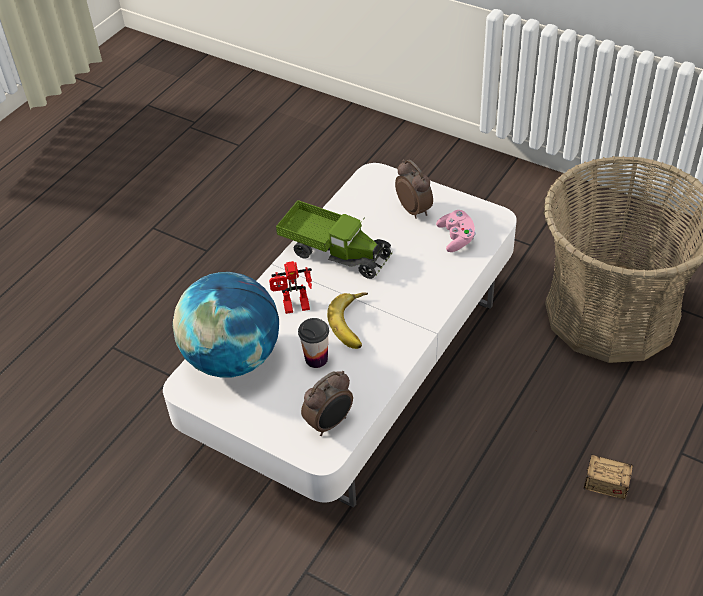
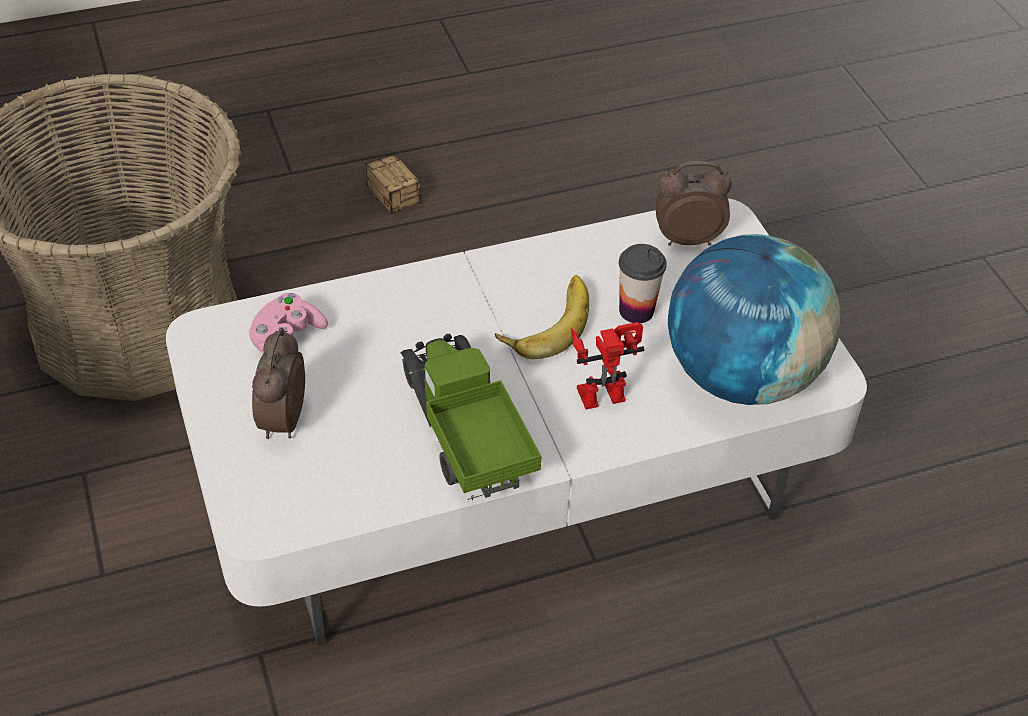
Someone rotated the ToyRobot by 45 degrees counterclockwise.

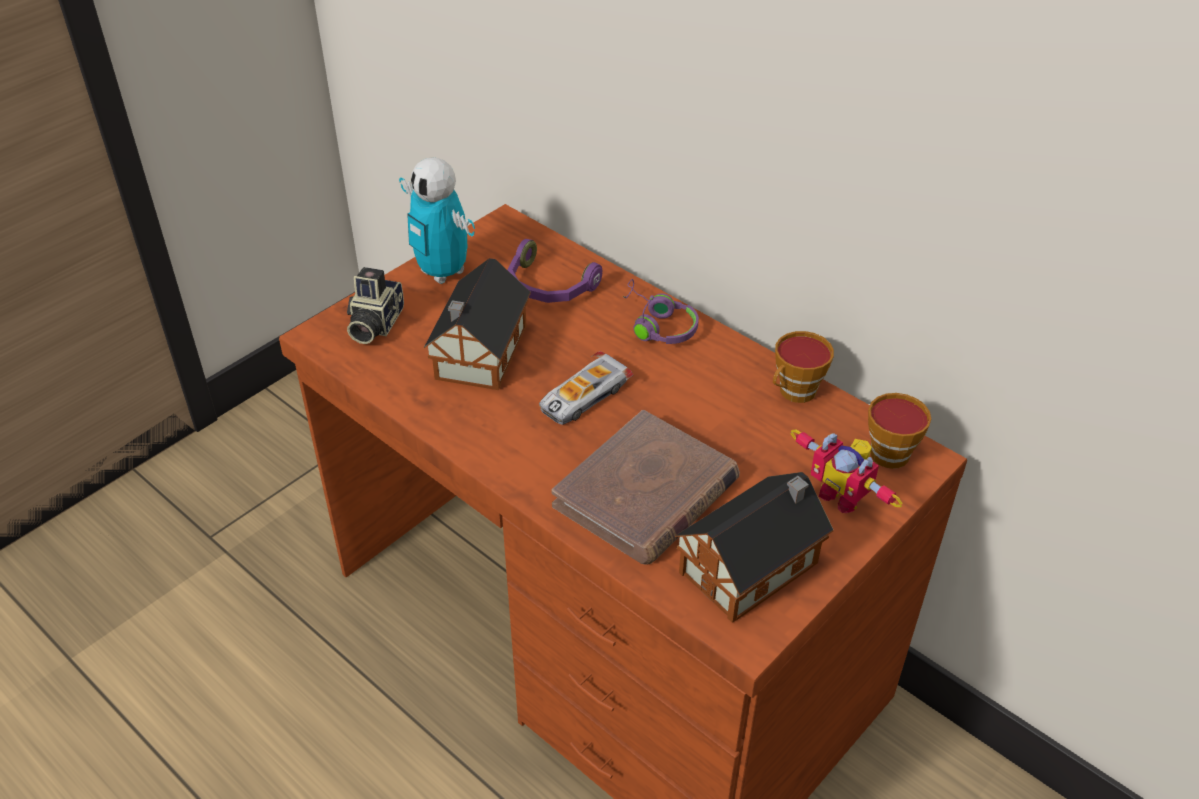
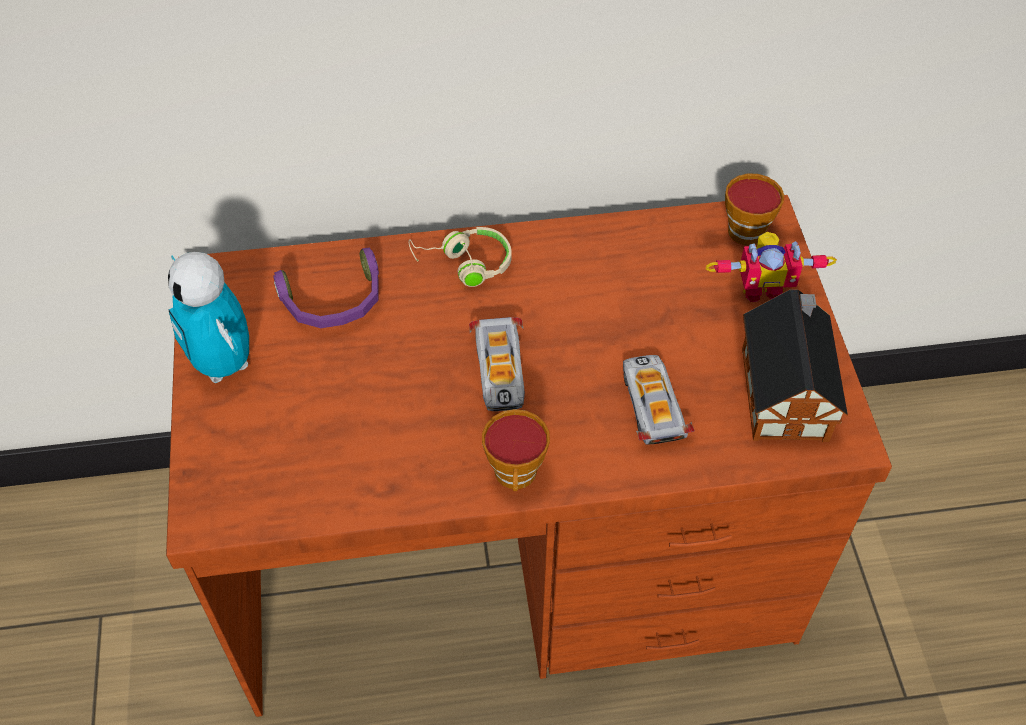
Someone took away the PhotoCamera.
Someone took away the ToyHouse (no. 1 from left).
Someone carried the Cup (no. 1 from left).
Someone swapped the BrownBook for the ToyCar (no. 2 from left).
Someone repainted the PurpleHeadphones (no. 2 from left), which became the BeigeHeadphones.
Someone rotated the ToyRobot (no. 1 from left) by 60 degrees clockwise.

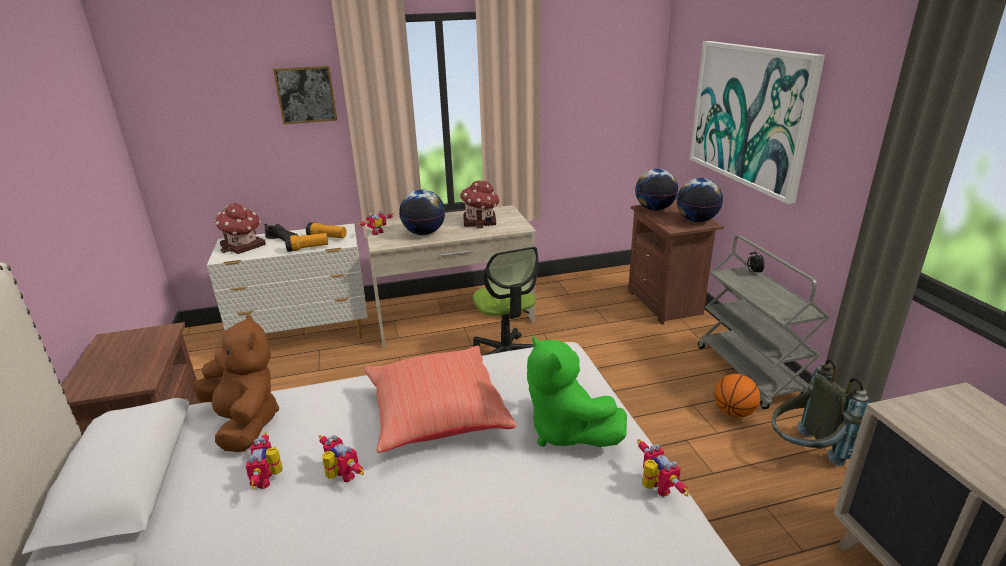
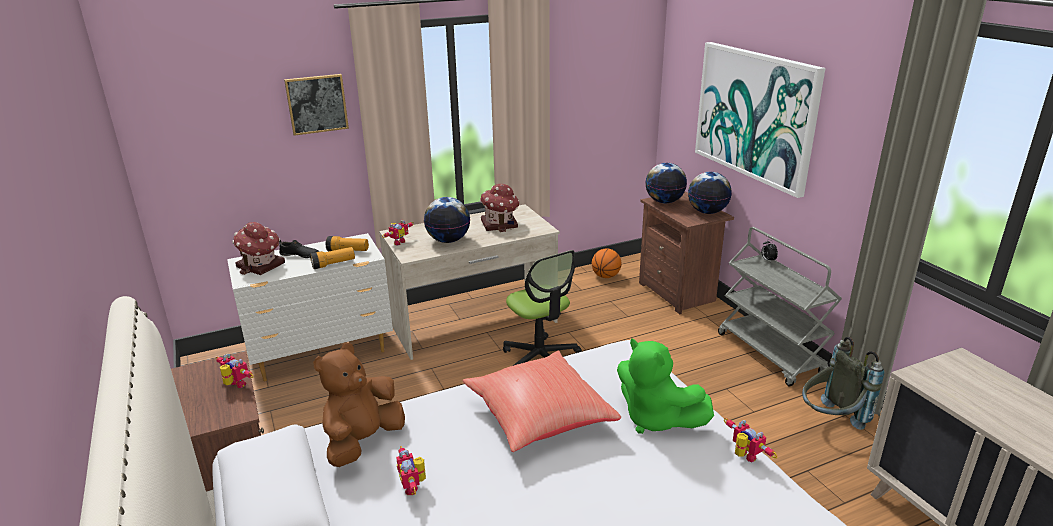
Someone carried the ToyRobot (no. 2 from left in the first image).
Someone carried the Basketball.
Someone rotated the BrownPlushToy by 105 degrees counterclockwise.

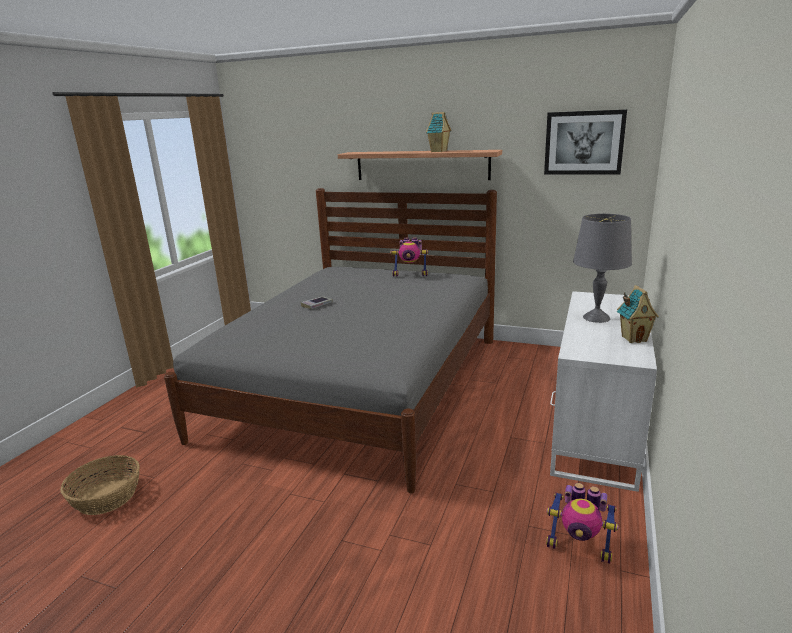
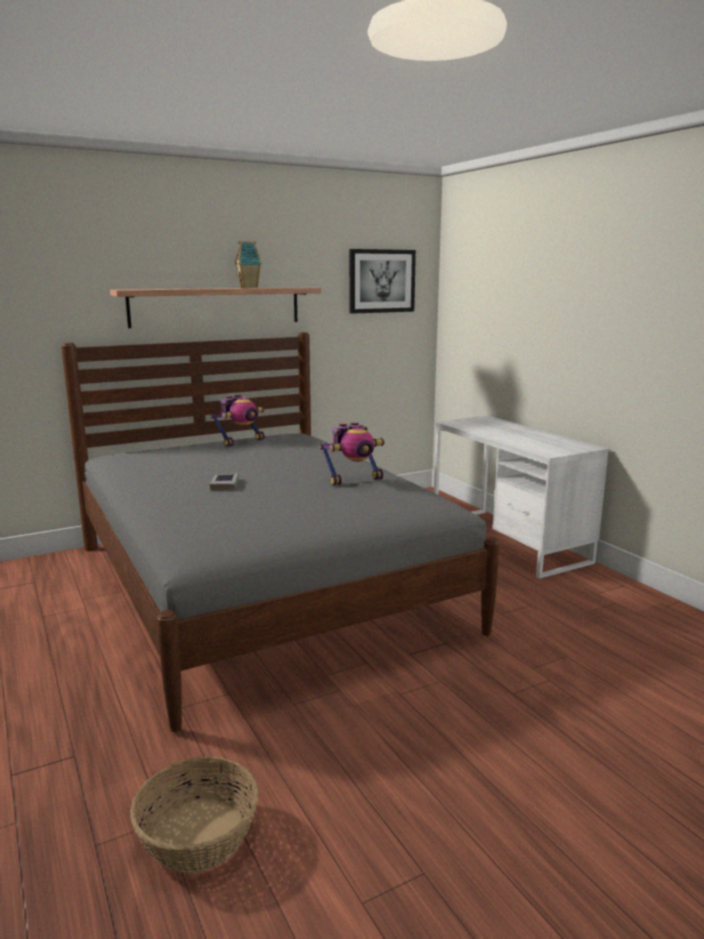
Someone took away the GreyTableLamp.
Someone took away the ToyHouse (no. 2 from left).
Someone carried the ToyRobot (no. 2 from left).

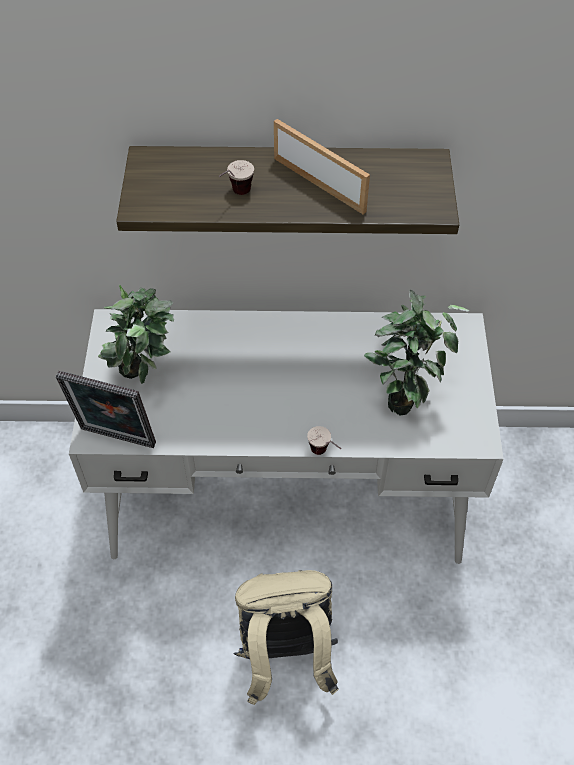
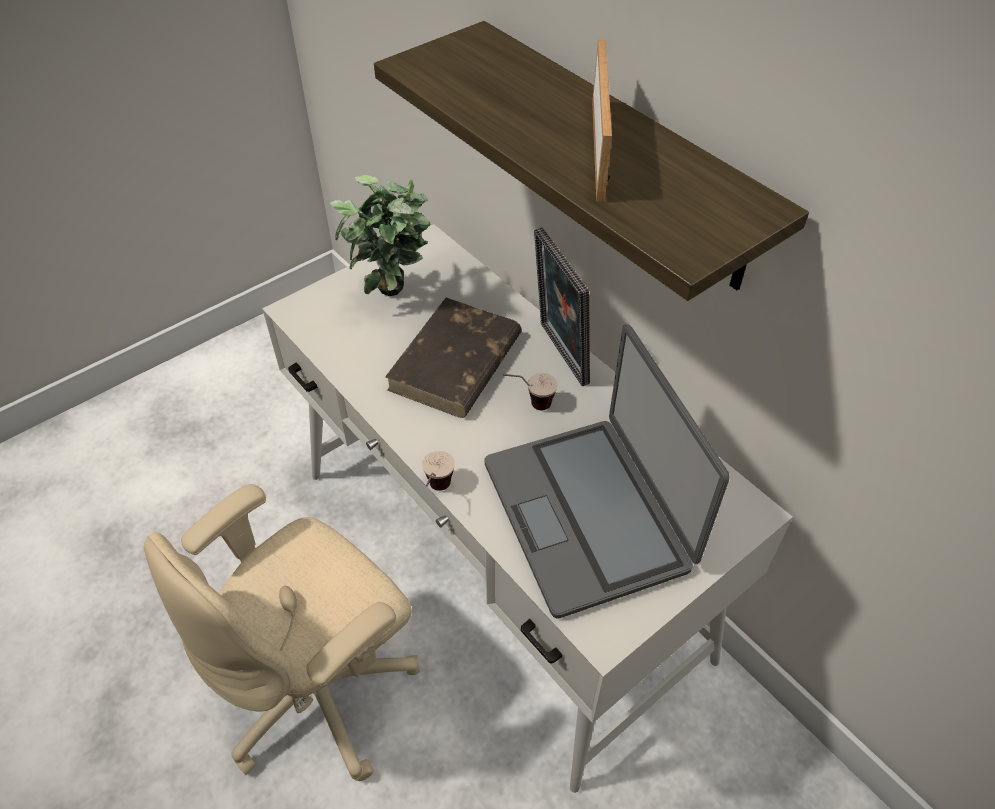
Someone put down the BrownBook.
Someone carried the PictureFrame (no. 1 from left).
Someone carried the Cup (no. 1 from left in the first image).
Someone swapped the BeigeBackpack for the BeigeOfficeChair.
Someone swapped the PottedPlant (no. 2 from left) for the Laptop.

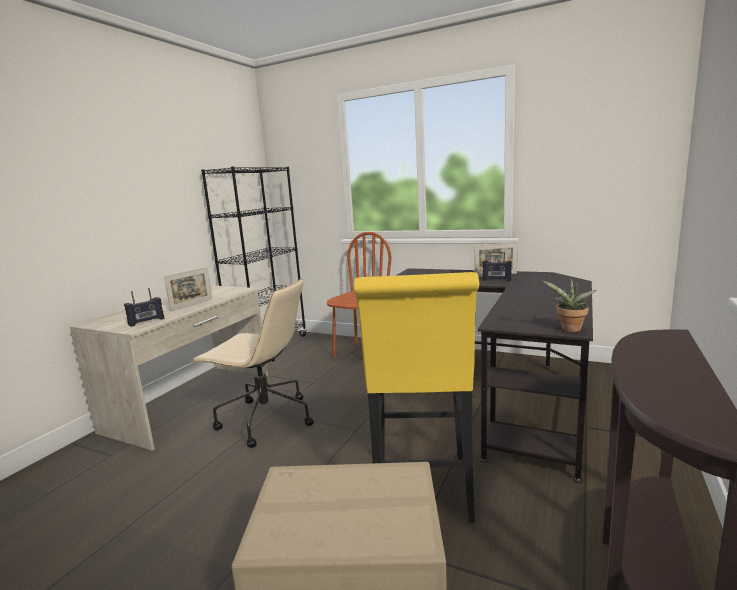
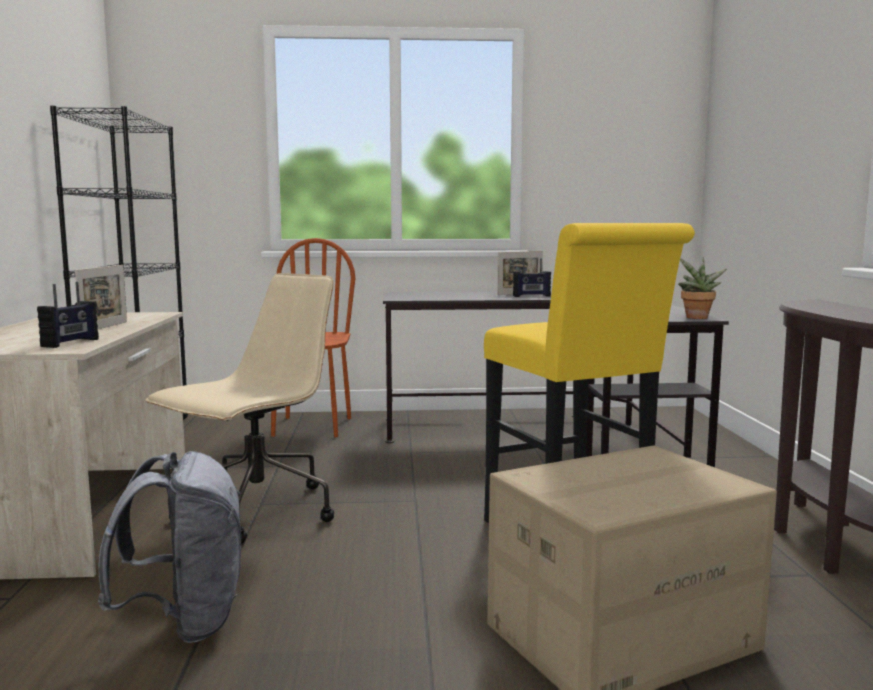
Someone put down the GreyBackpack.
Someone rotated the BeigeOfficeChair by 45 degrees counterclockwise.

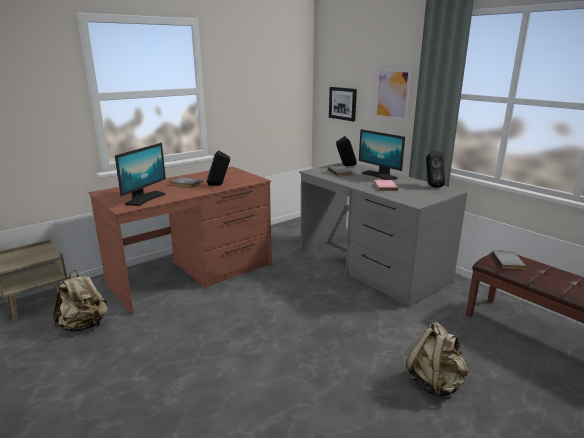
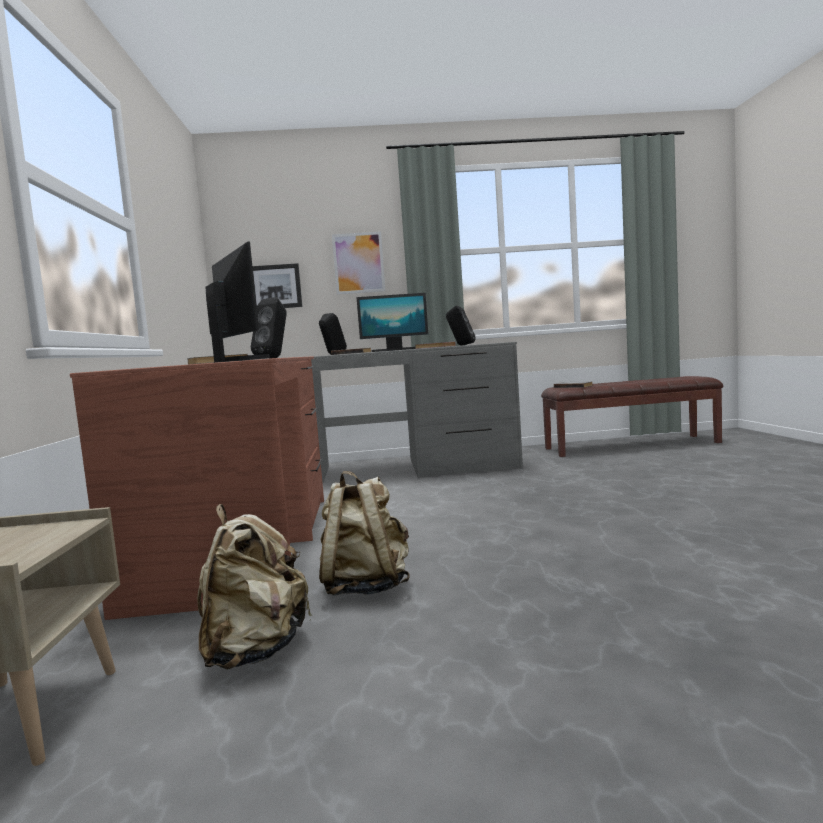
Someone carried the BeigeBackpack (no. 2 from left).

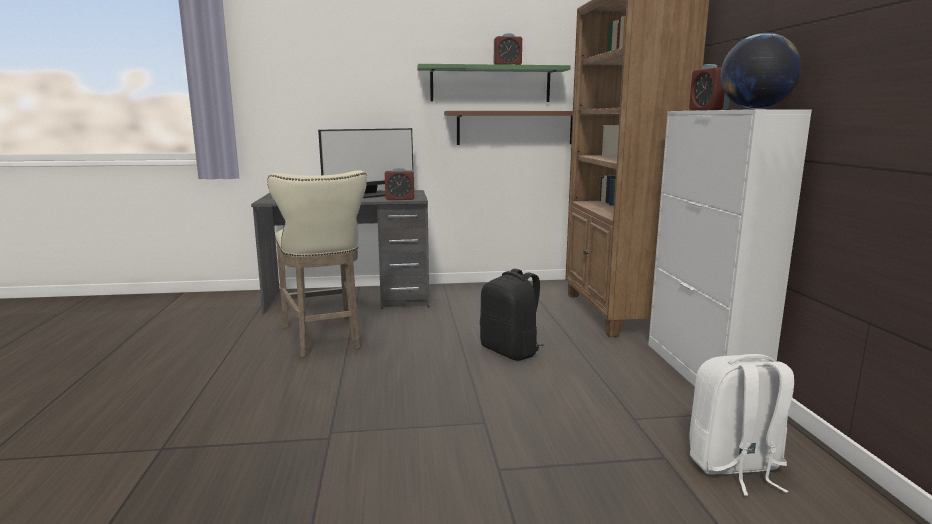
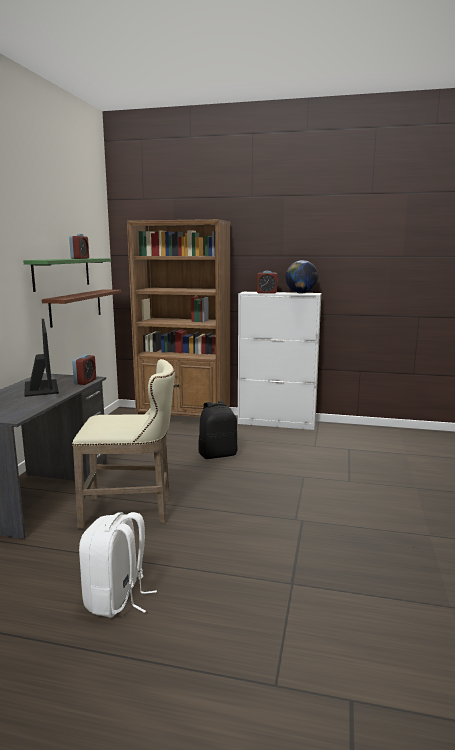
Someone carried the WhiteBackpack.

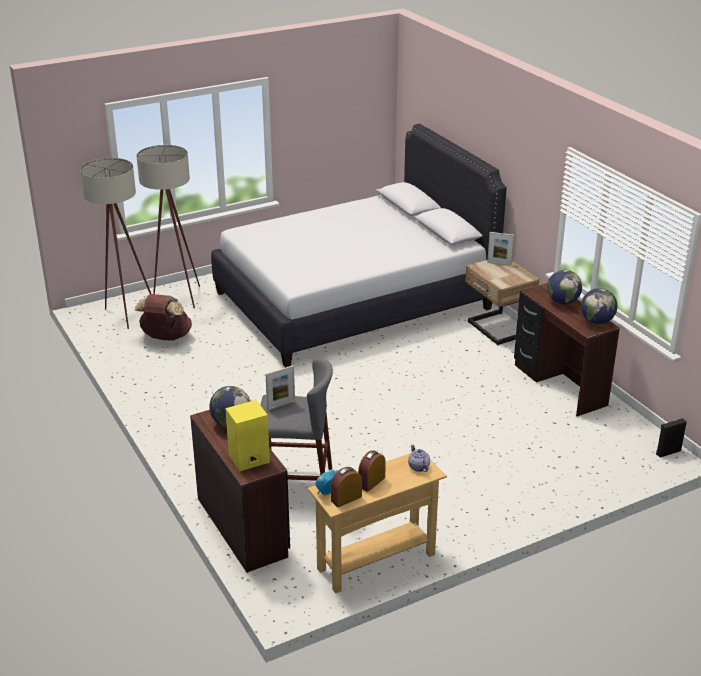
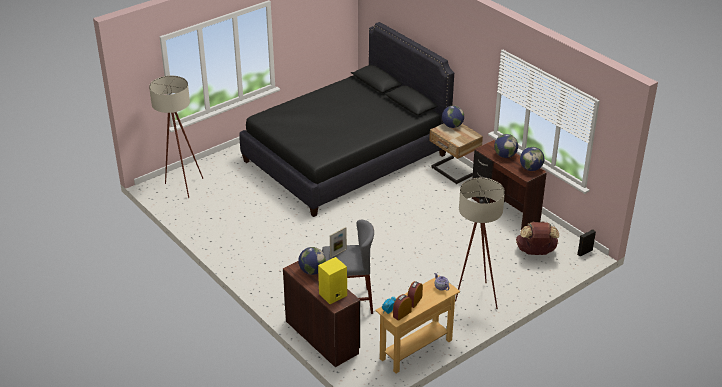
Someone carried the BrownBackpack.
Someone carried the BeigeFloorLamp (no. 2 from left).
Someone swapped the PictureFrame (no. 2 from left) for the Globe (no. 2 from left).
Someone repainted the WhiteBed, which became the BlackBed.

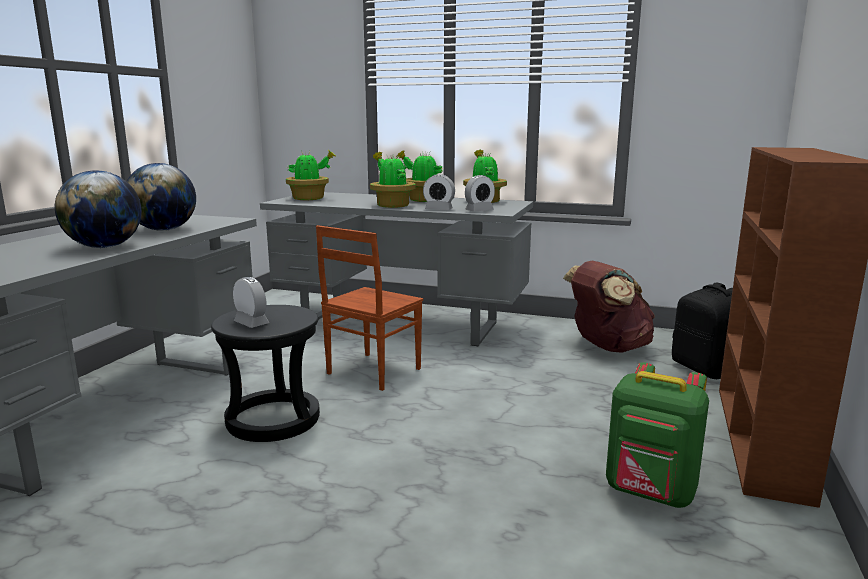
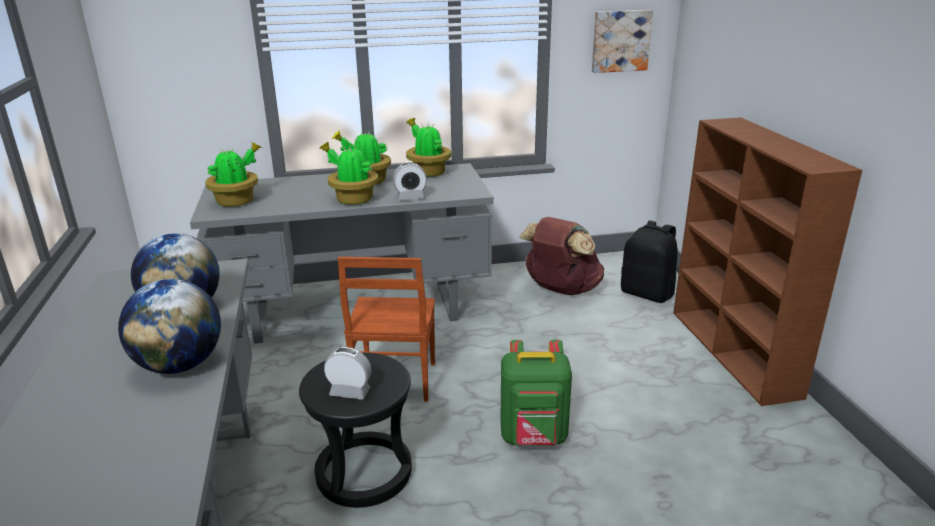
Someone took away the AlarmClock (no. 3 from left).
Someone put up the Picture.
Someone carried the GreenBackpack.

